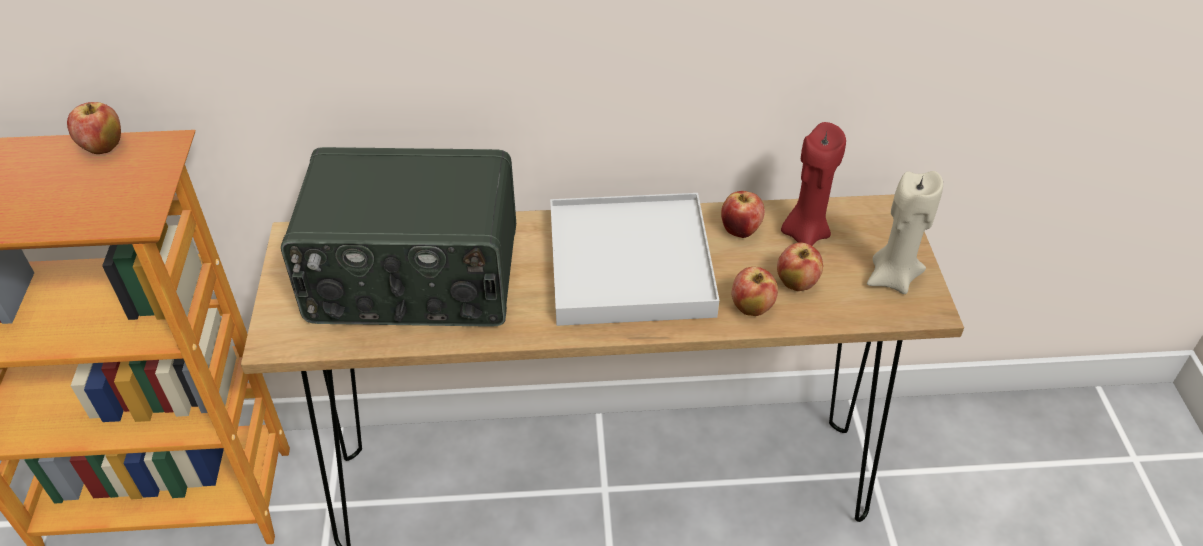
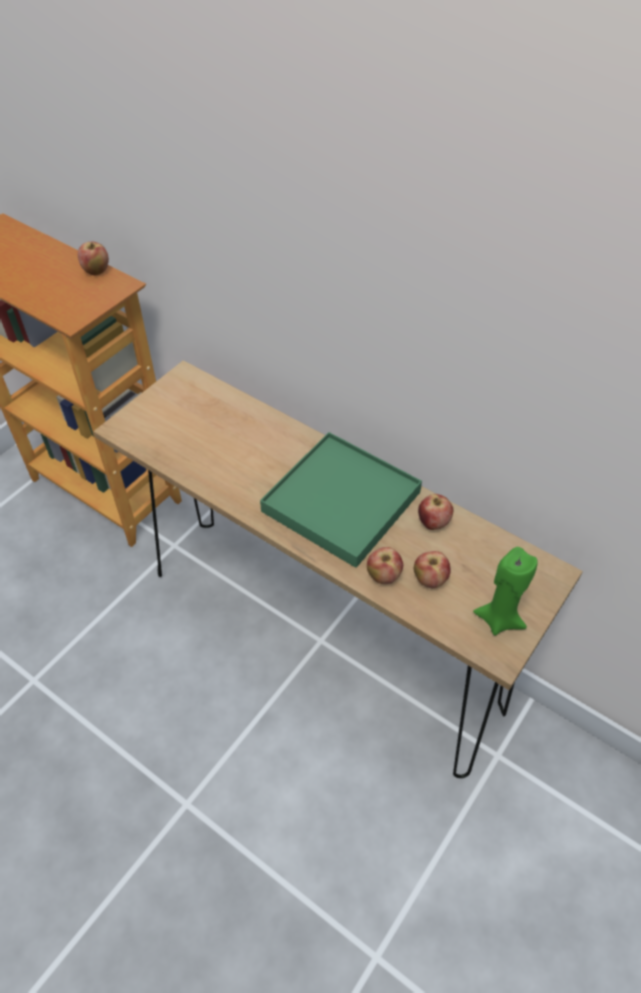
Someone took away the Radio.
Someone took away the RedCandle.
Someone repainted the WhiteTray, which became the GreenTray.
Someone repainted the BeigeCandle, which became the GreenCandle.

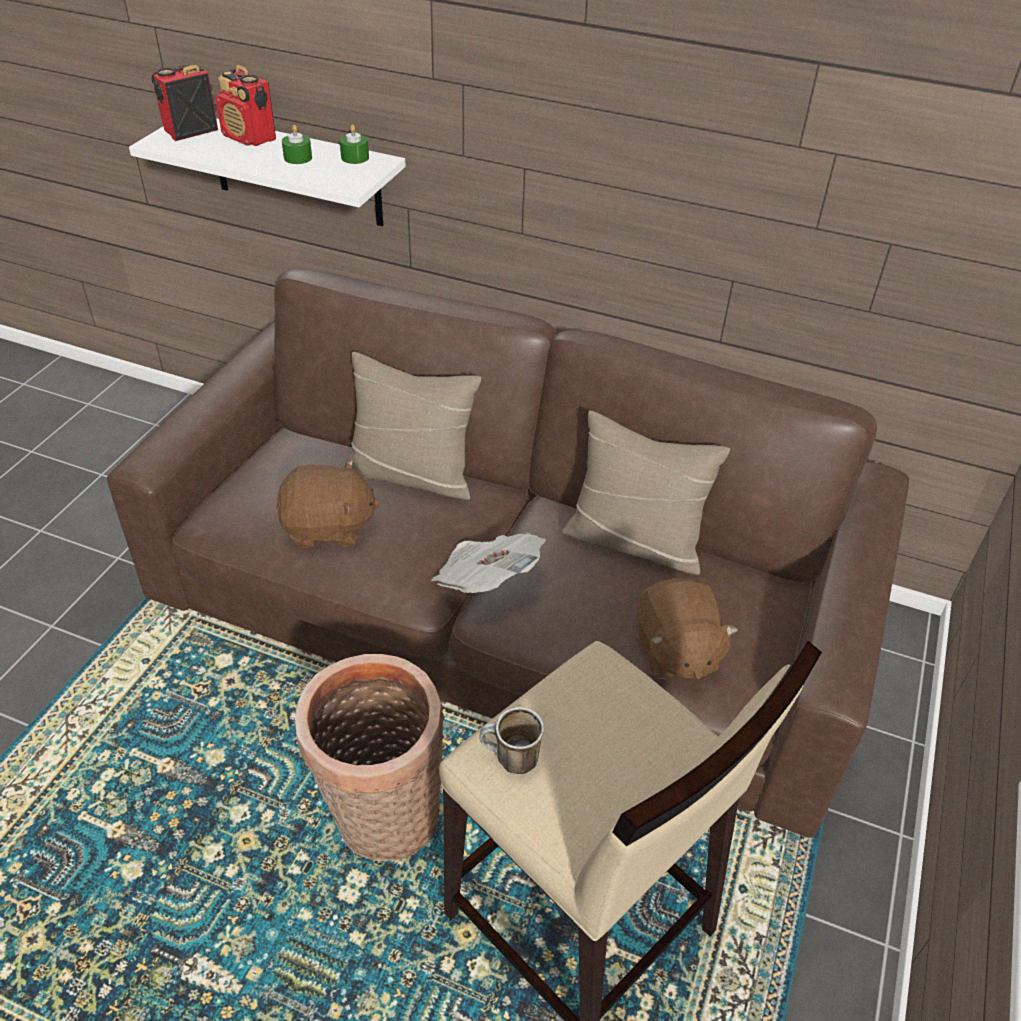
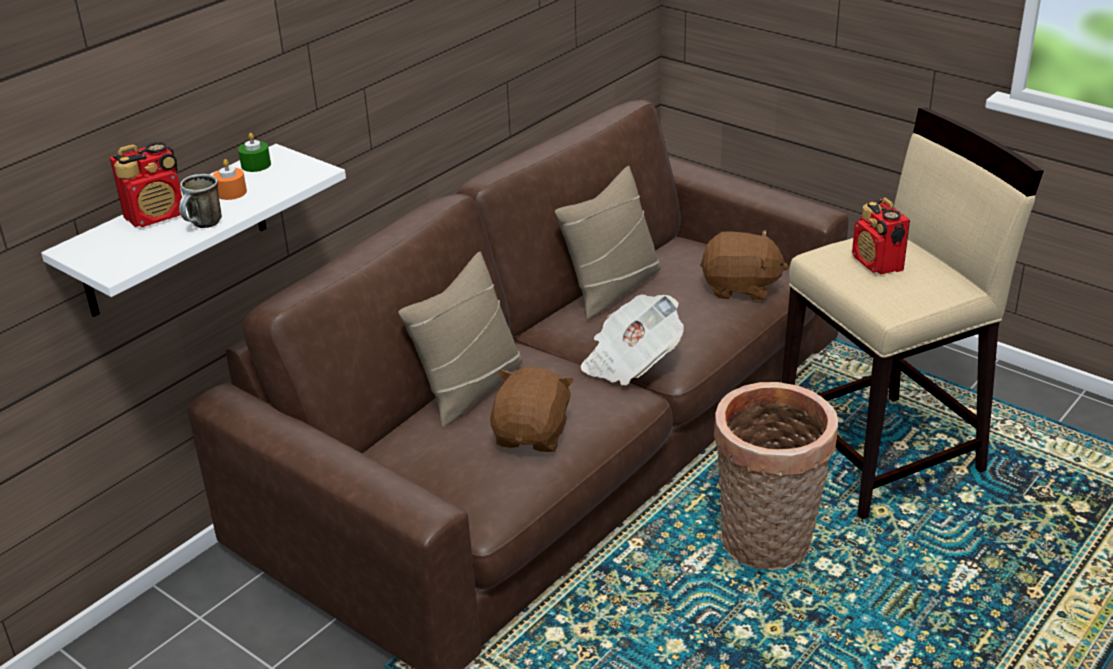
Someone carried the Radio (no. 1 from left in the first image).
Someone carried the Mug.
Someone repainted the GreenCandle (no. 1 from left), which became the OrangeCandle.

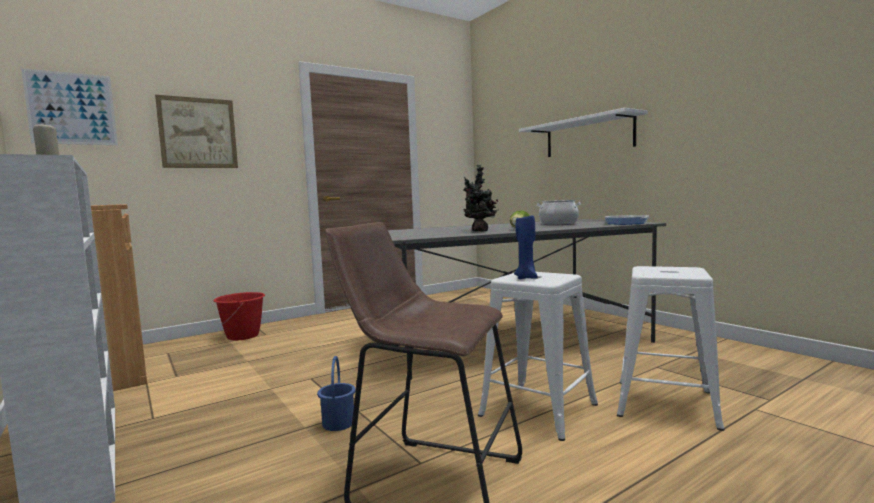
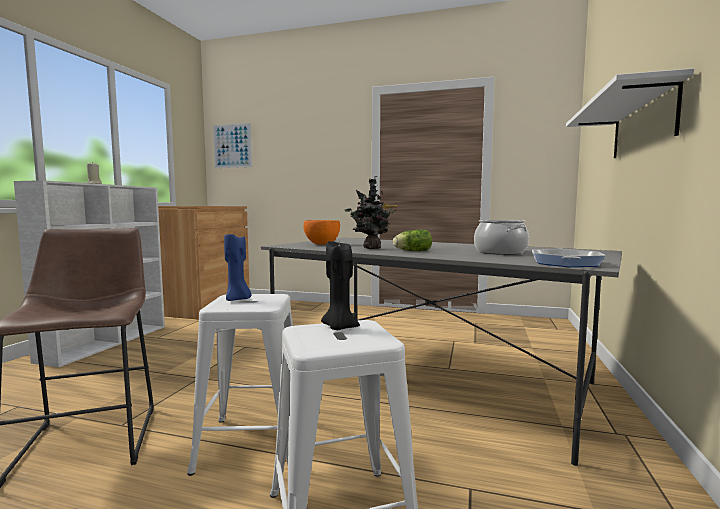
Someone took away the Picture (no. 2 from left).
Someone took away the RedBucket.
Someone took away the BlueBucket.
Someone put down the OrangeBowl.
Someone put down the BlackCandle.

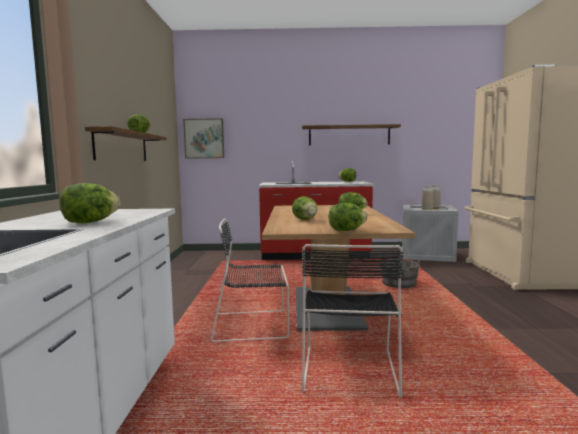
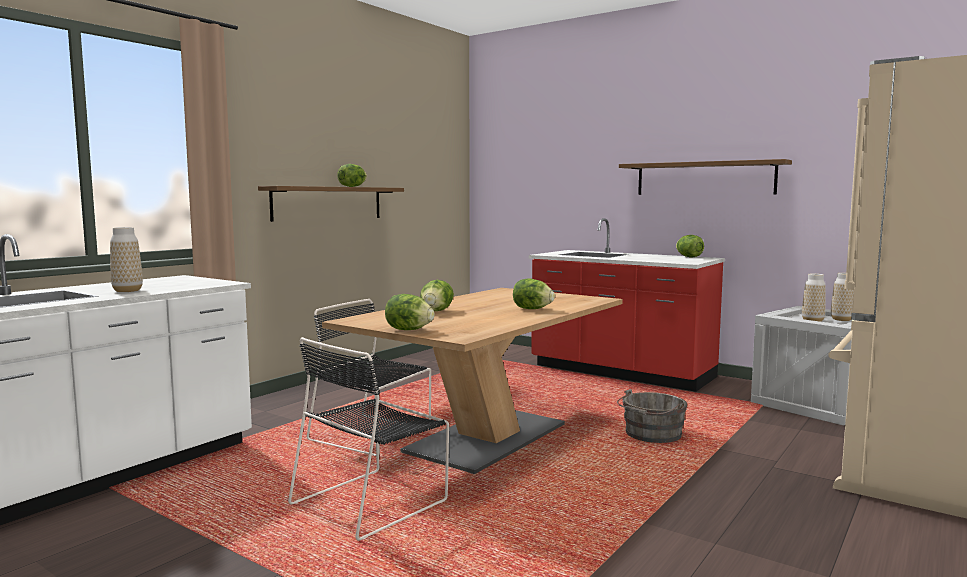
Someone took away the Picture.
Someone swapped the Lettuce (no. 1 from left) for the Vase (no. 1 from left).

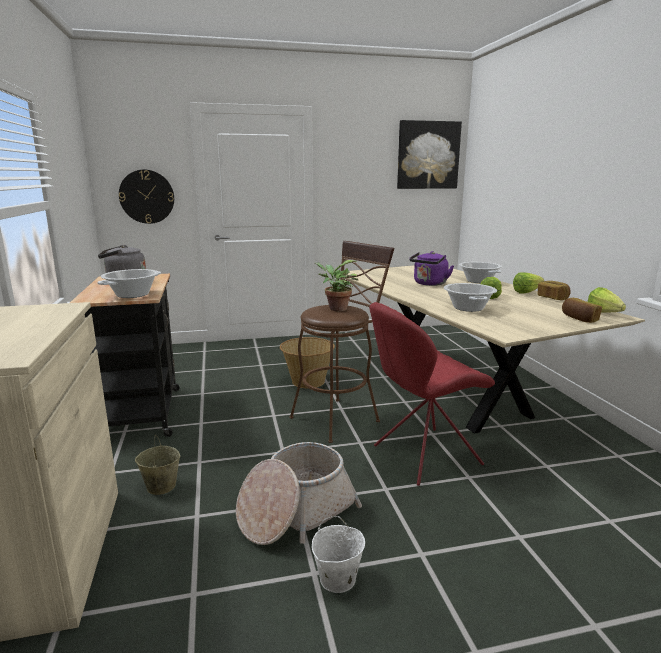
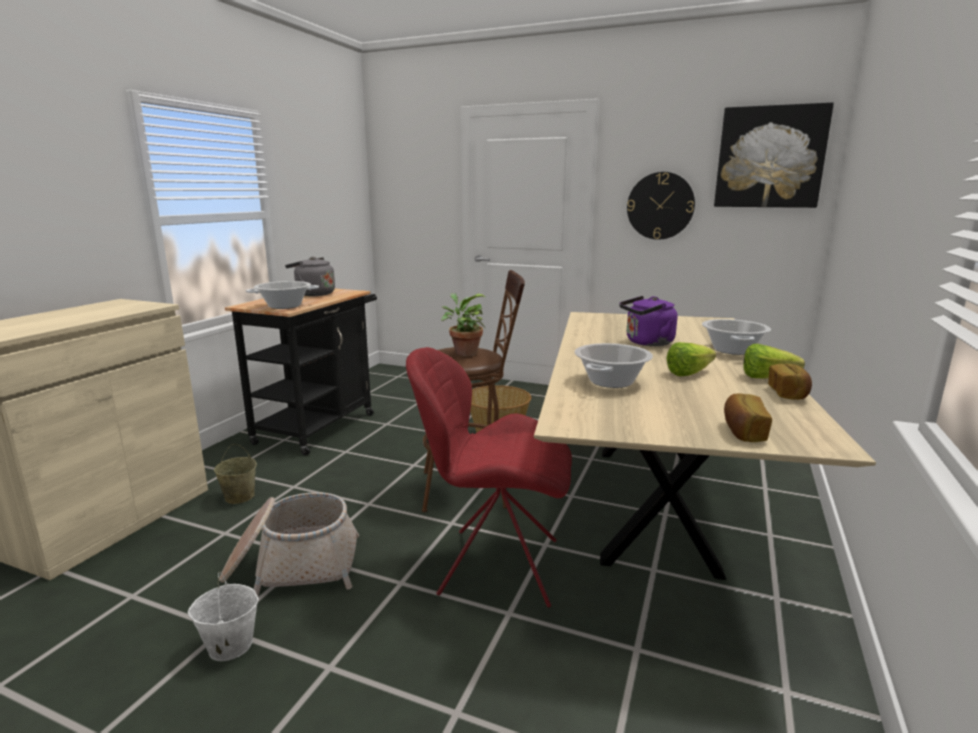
Someone took away the Lettuce (no. 3 from left).
Someone carried the WallClock.

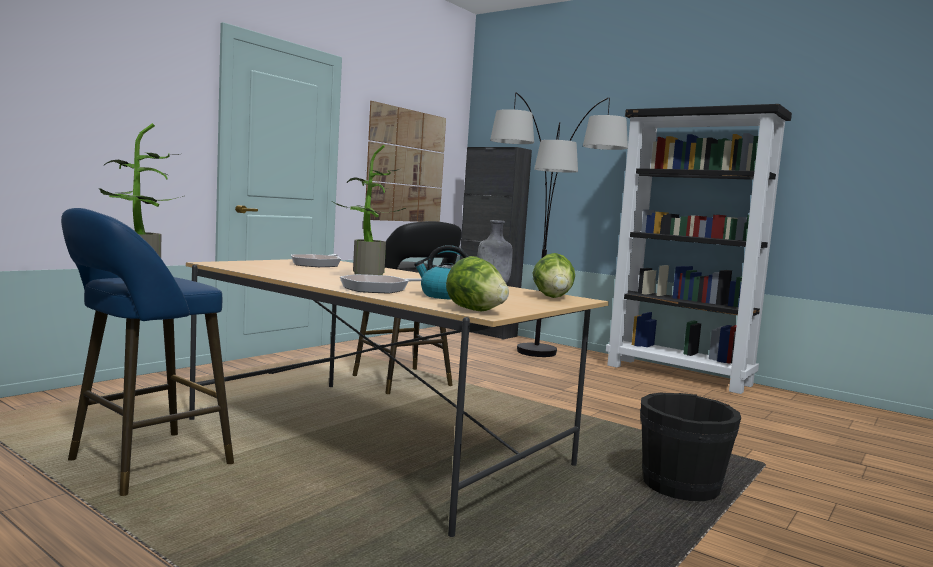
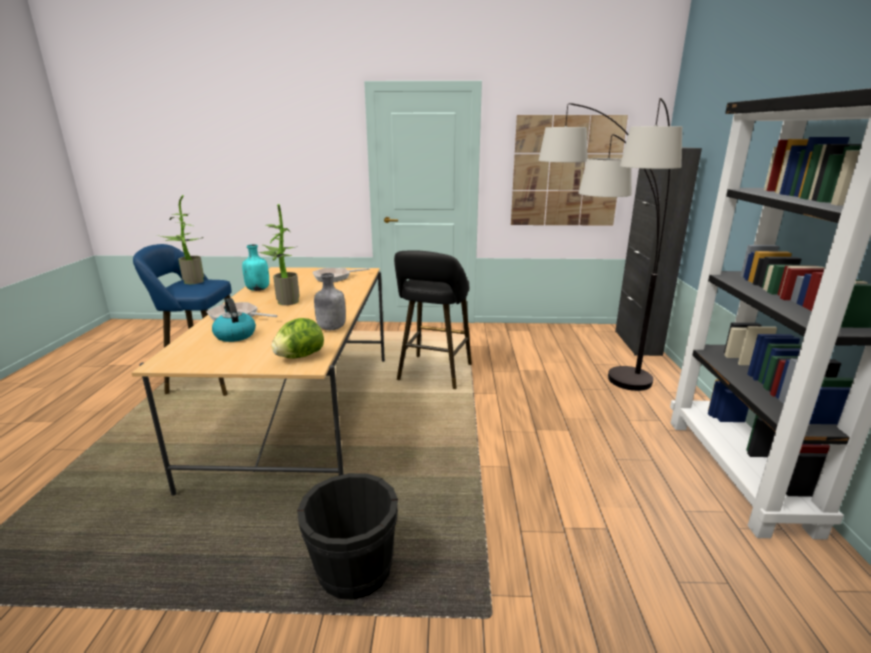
Someone took away the Lettuce (no. 1 from left).
Someone put down the TurquoiseBottle.

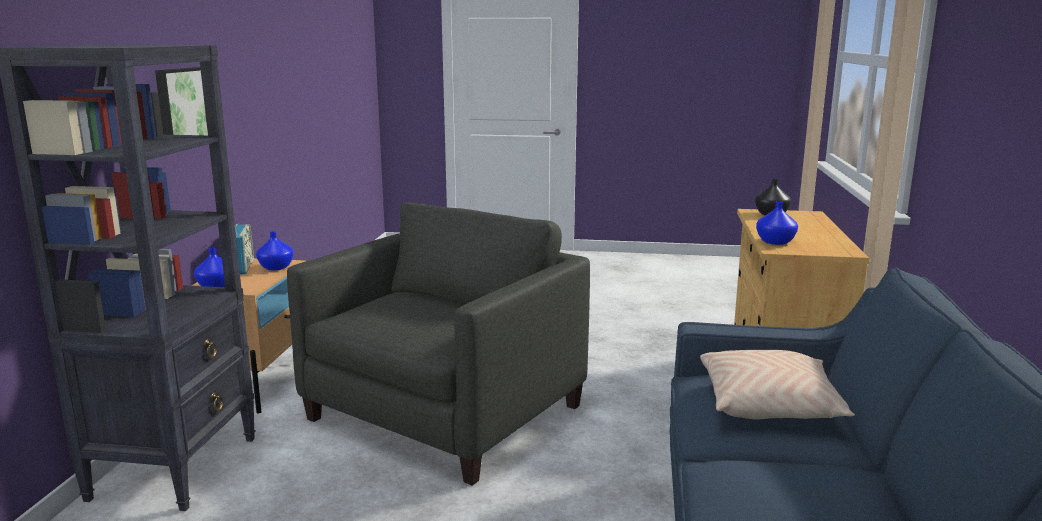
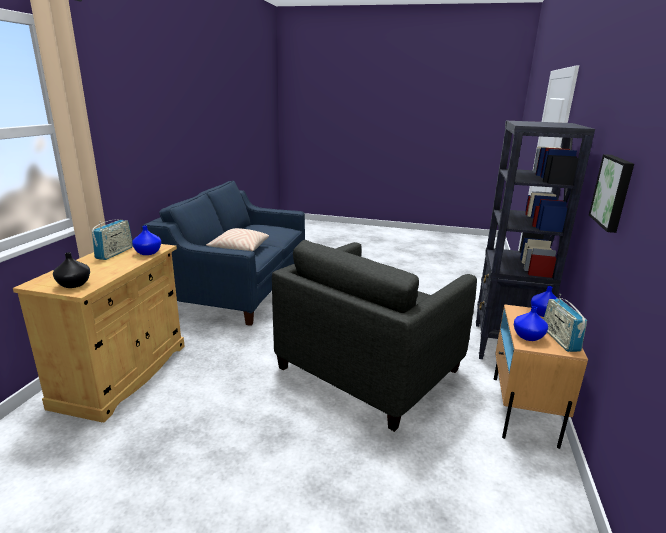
Someone put down the Radio (no. 1 from left).

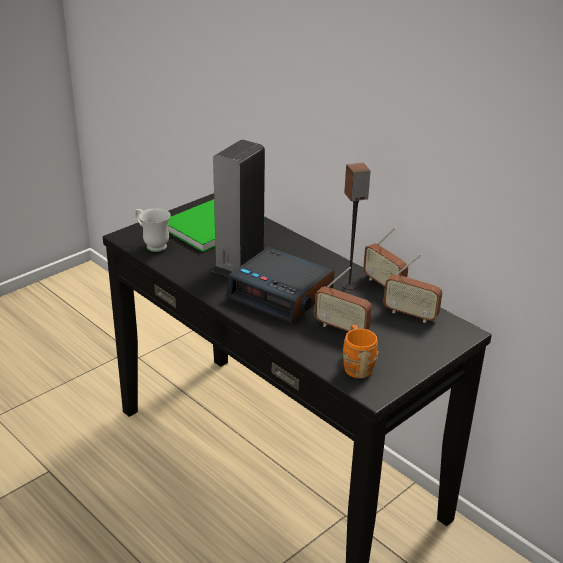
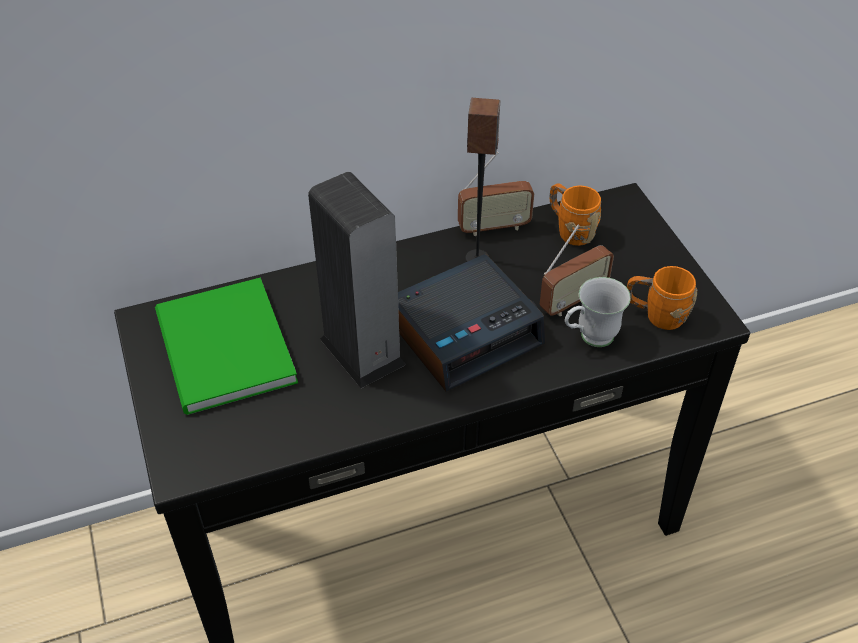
Someone carried the WhiteMug.
Someone swapped the Radio (no. 3 from left) for the OrangeMug (no. 1 from left).

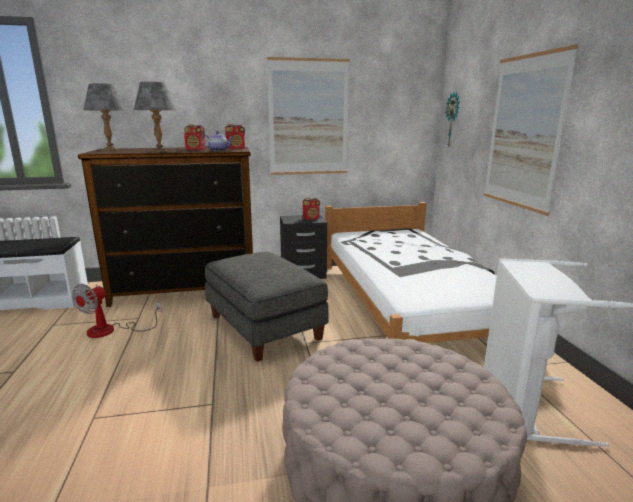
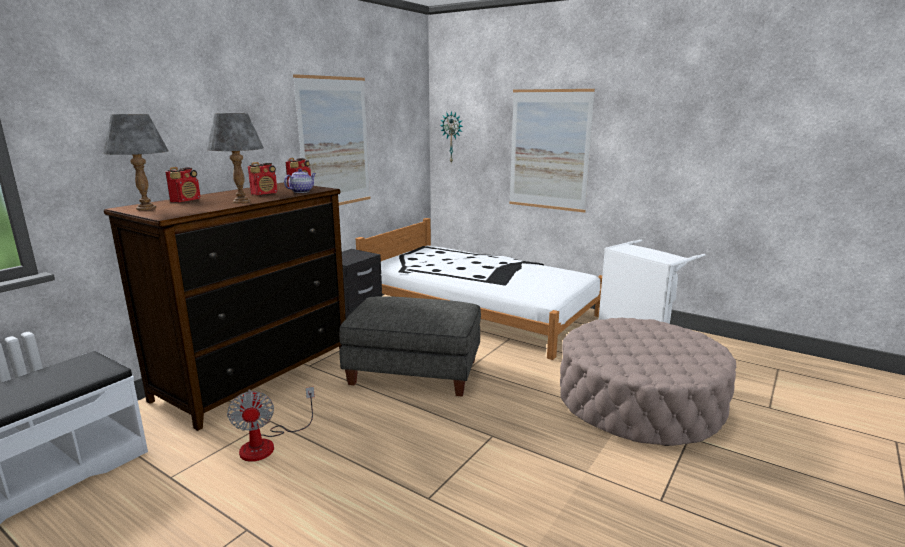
Someone carried the Radio (no. 3 from left in the first image).

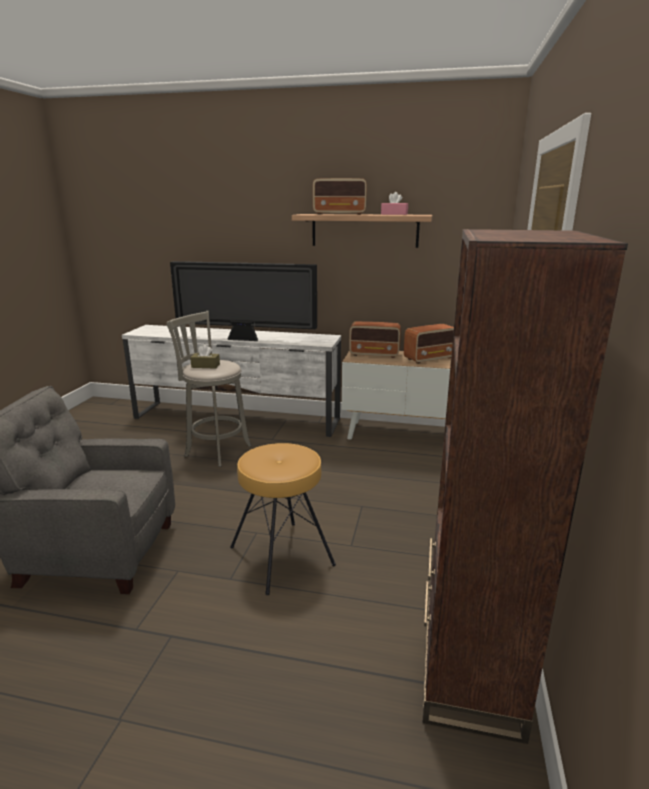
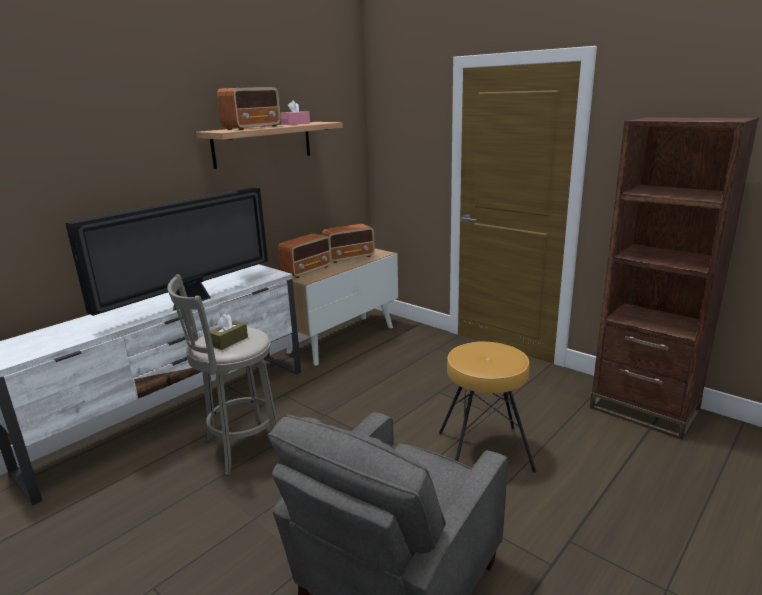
Someone rotated the Radio (no. 3 from left) by 60 degrees clockwise.

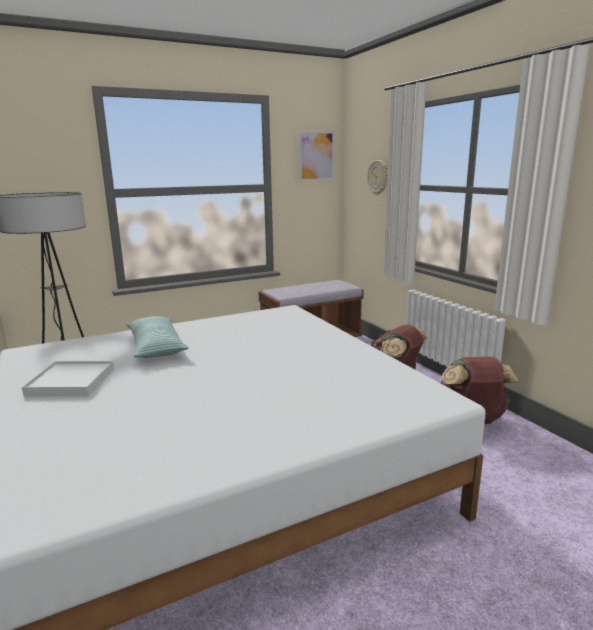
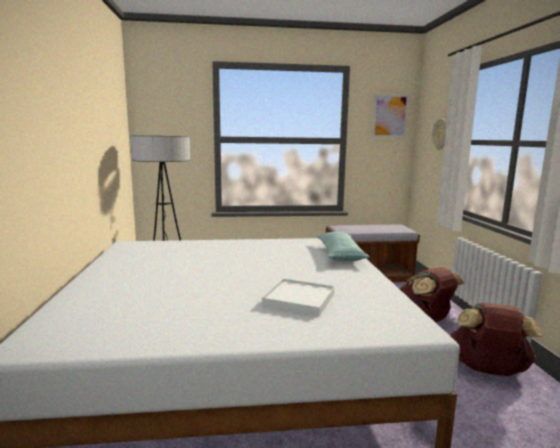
Someone carried the WhiteTray.
Someone carried the Pillow.

